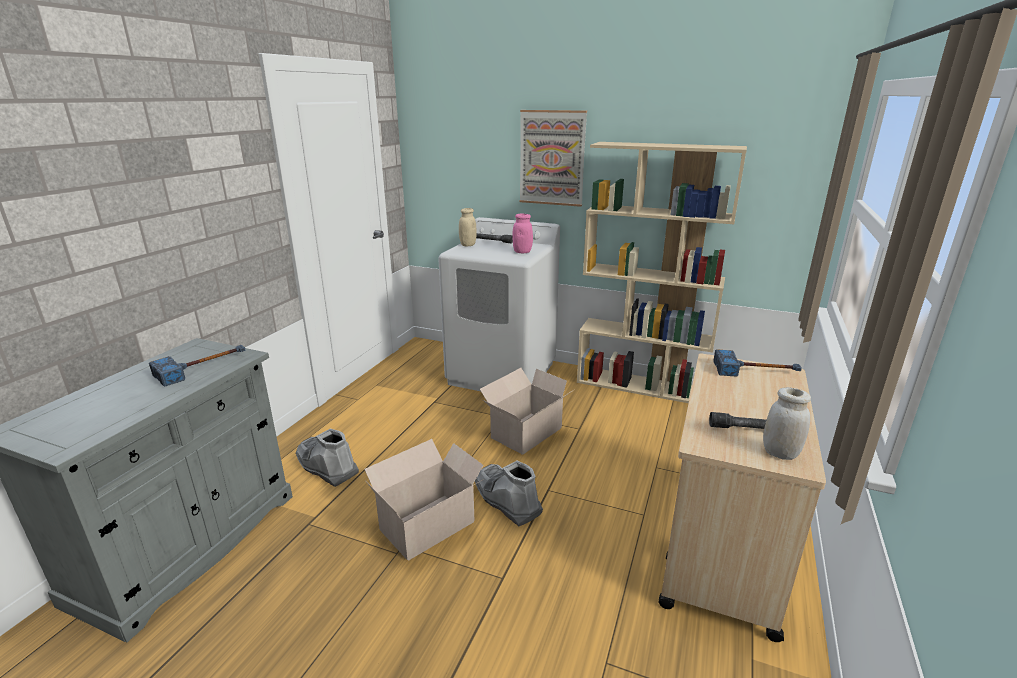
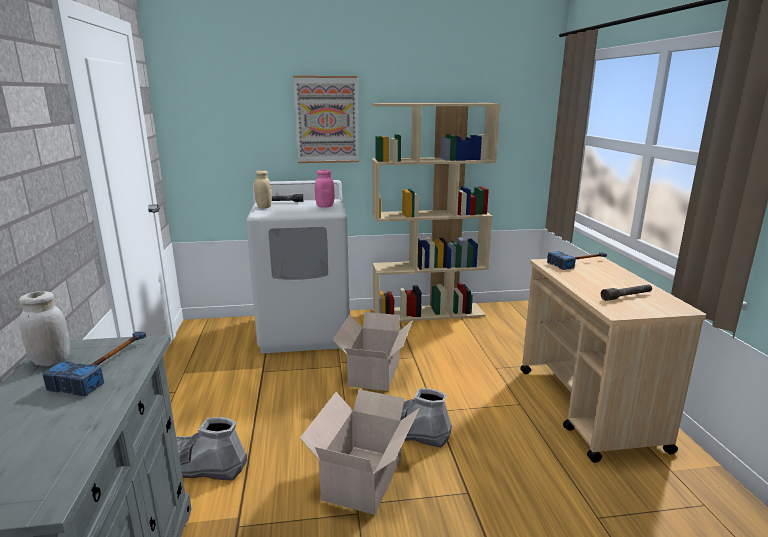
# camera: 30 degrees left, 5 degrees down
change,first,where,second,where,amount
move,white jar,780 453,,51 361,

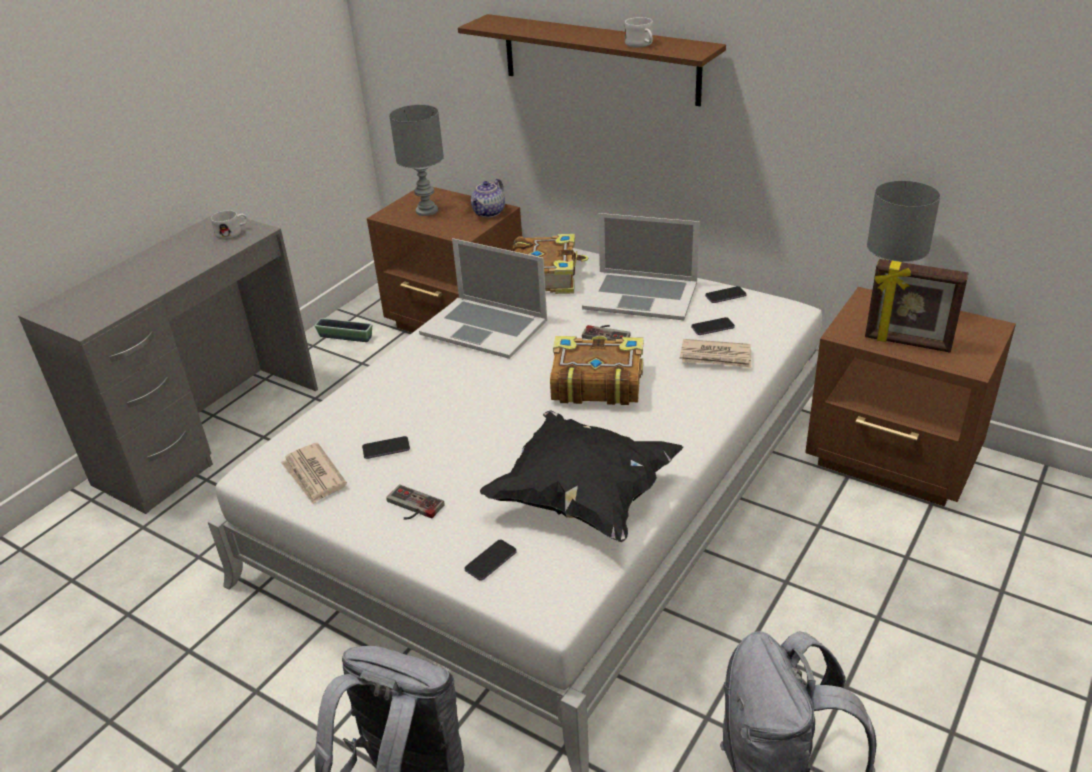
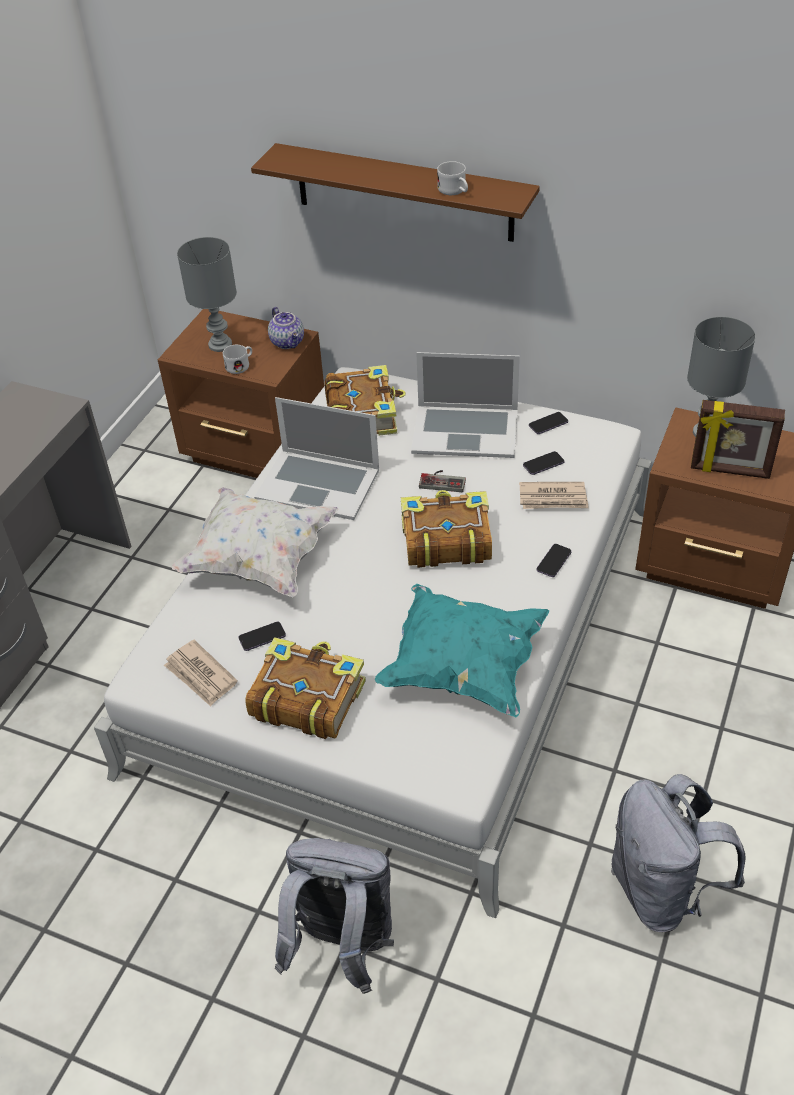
# camera: 10 degrees left, 10 degrees up
change,first,where,second,where,amount
move,white mug,233 233,,240 365,
delete,planter,345 337,,,
replace,game controller,411 507,book,306 698,
move,phone,491 561,,553 561,
rotate,teapot,489 213,,288 342,45 degrees counterclockwise
recolor,black pillow,583 497,turquoise pillow,463 667,
insert,,,white pillow,259 560,

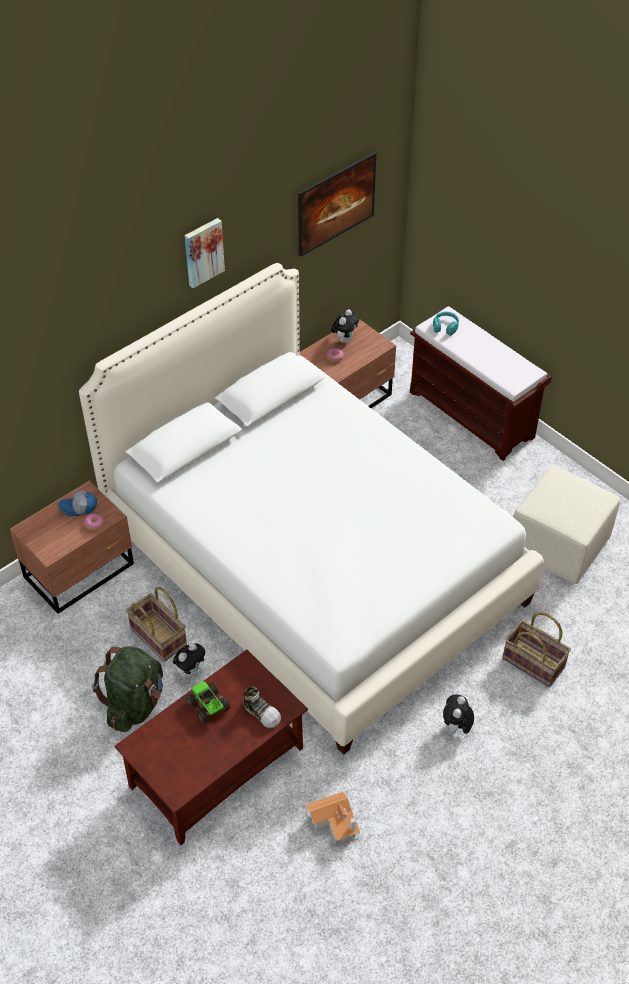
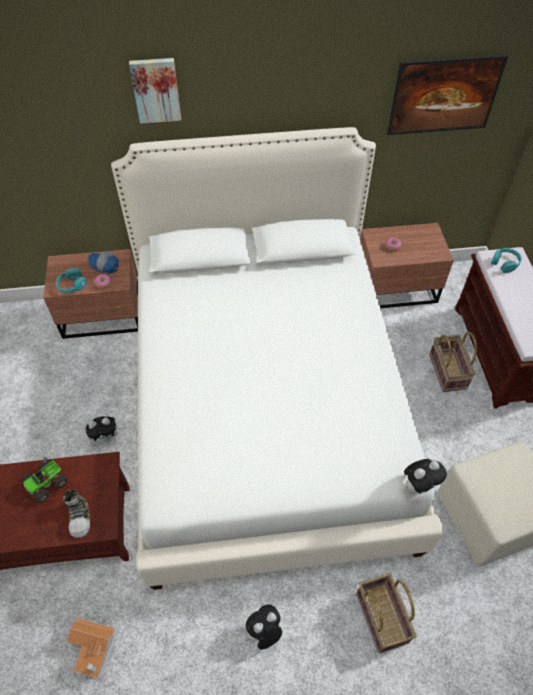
# camera: 35 degrees right, 5 degrees up
change,first,where,second,where,amount
delete,green backpack,135 704,,,
move,basket,159 637,,448 371,
move,picture,203 252,,156 90,
rotate,toy truck,208 707,,47 483,135 degrees counterclockwise
move,plush toy,344 339,,419 486,
insert,,,turquoise headphones,72 285,

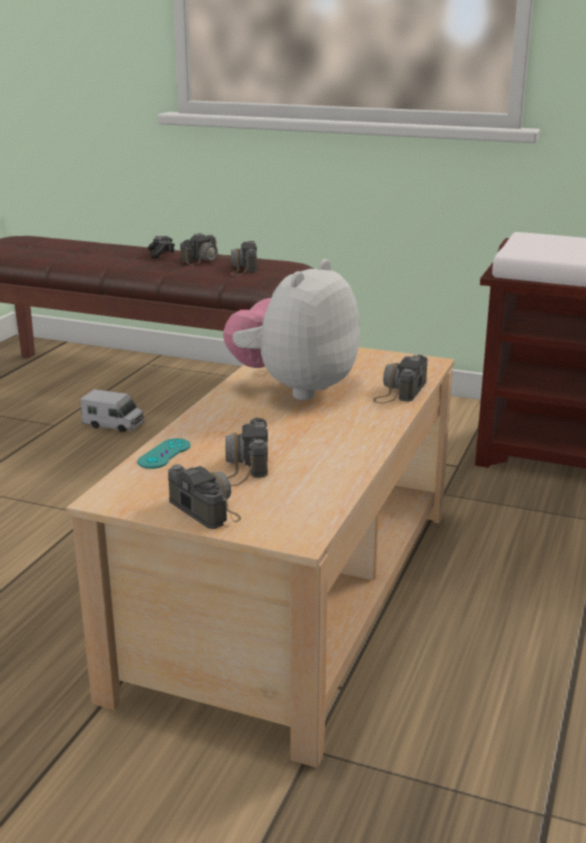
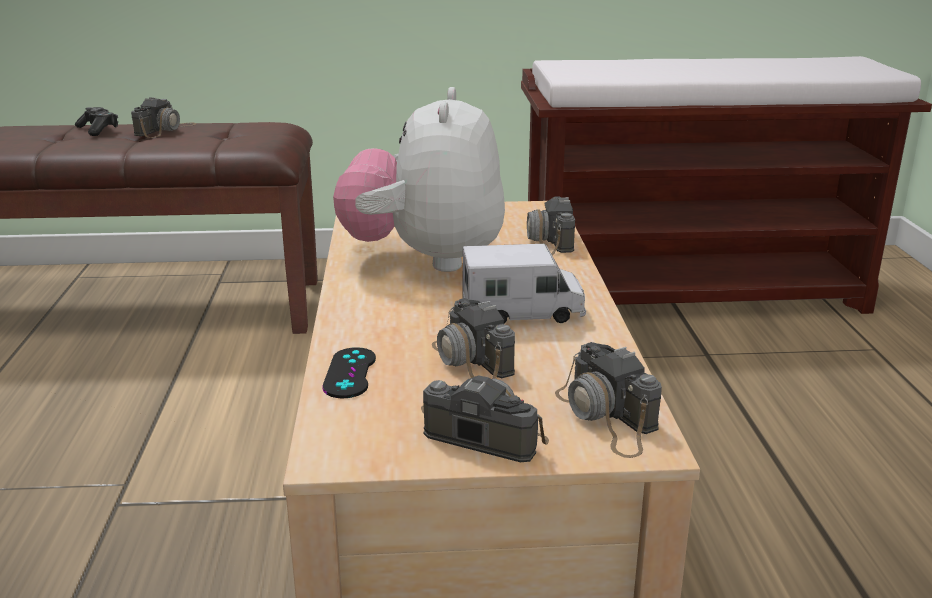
# camera: 25 degrees left, 0 degrees up
change,first,where,second,where,amount
move,toy truck,114 425,,522 313,
recolor,turquoise game controller,164 454,black game controller,350 373,
move,photo camera,243 267,,607 417,

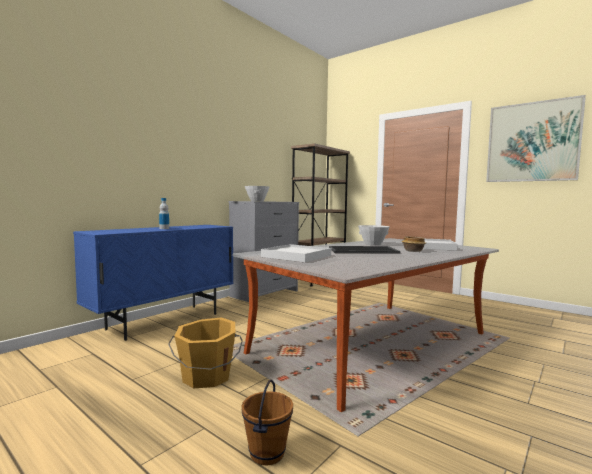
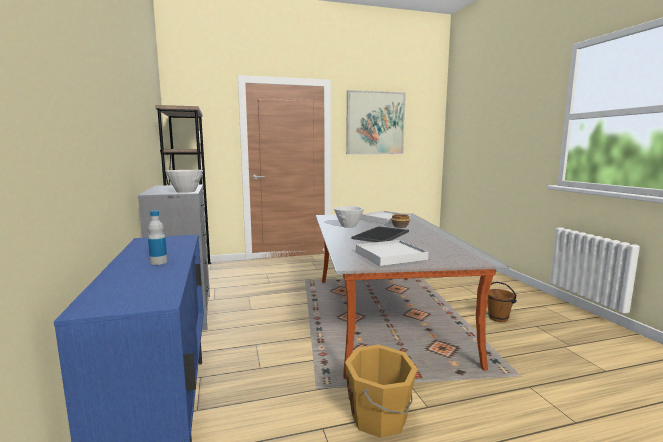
# camera: 55 degrees left, 5 degrees up
change,first,where,second,where,amount
move,brown bucket,267 453,,498 318,

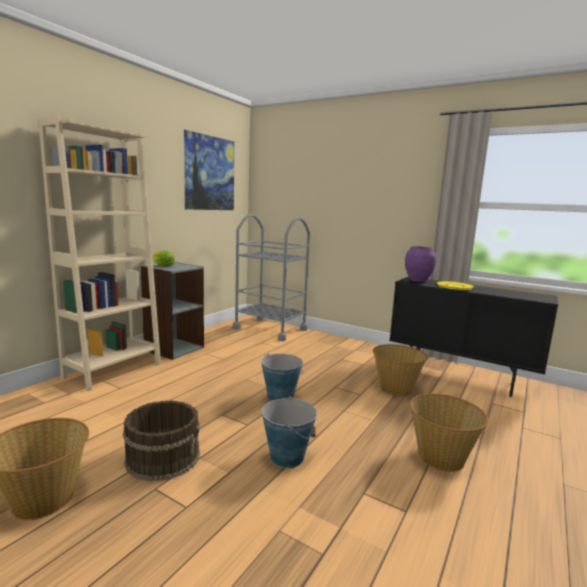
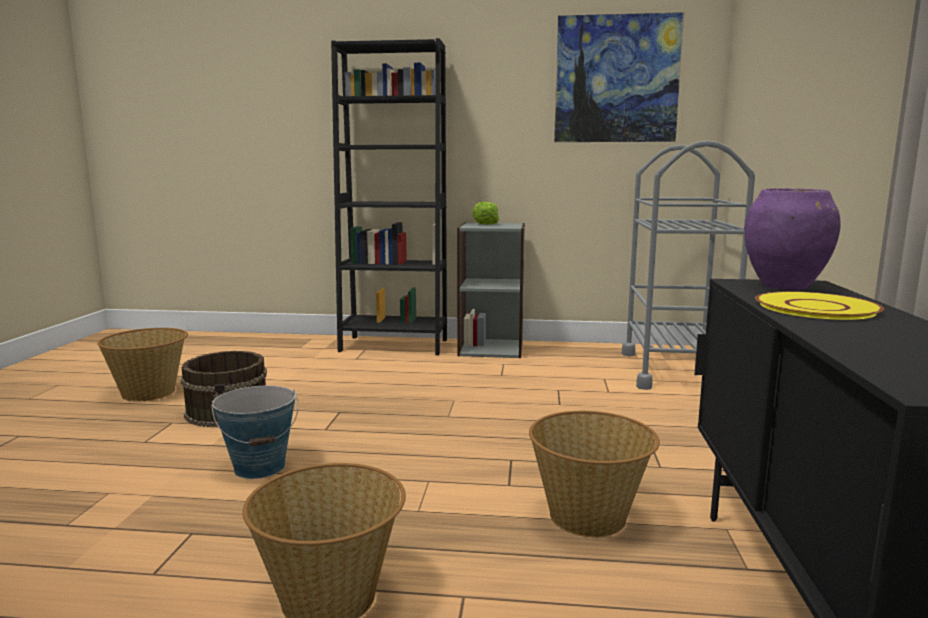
# camera: 65 degrees right, 0 degrees up
change,first,where,second,where,amount
recolor,beige bookcase,113 370,black bookcase,394 345,
delete,bucket,280 397,,,

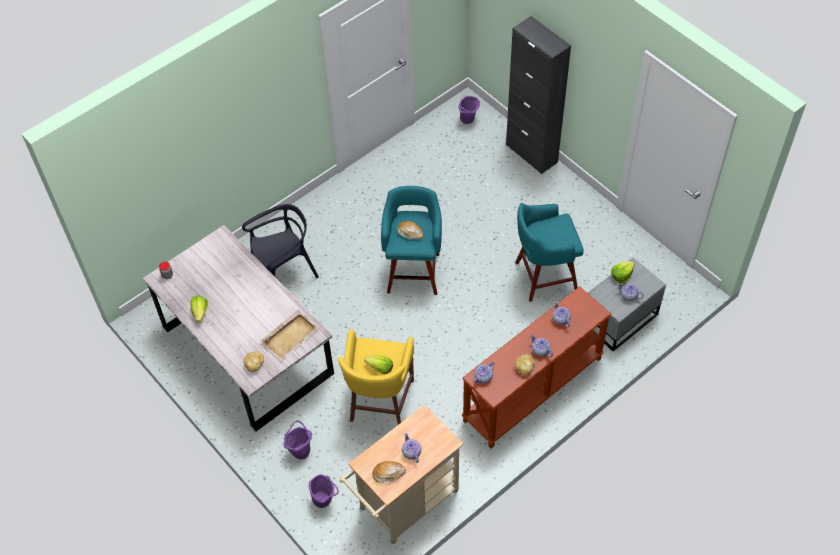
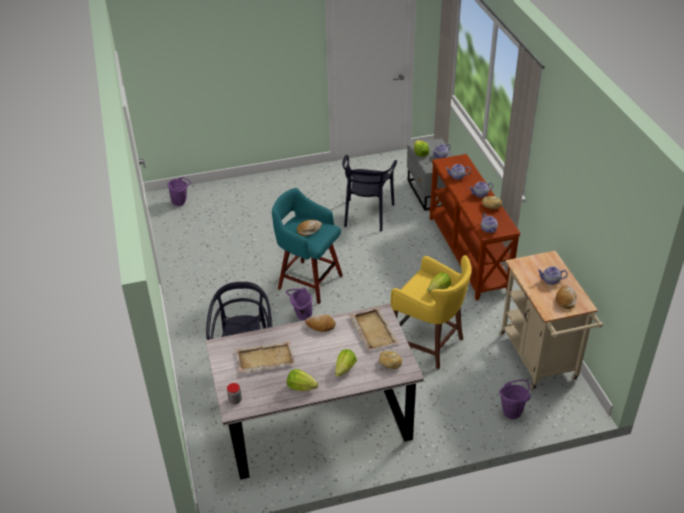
# camera: 65 degrees left, 15 degrees down
change,first,where,second,where,amount
move,purple bucket,300 450,,301 316,
delete,black cabinet,531 153,,,
replace,turquoise stool,543 276,black chair,367 214,
insert,,,beige tray,264 358,
insert,,,bread,320 326,
insert,,,lettuce,345 369,

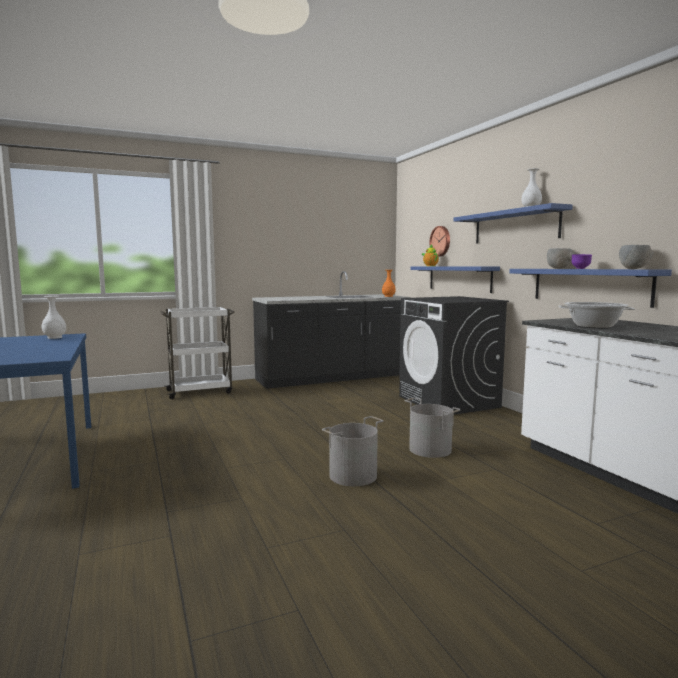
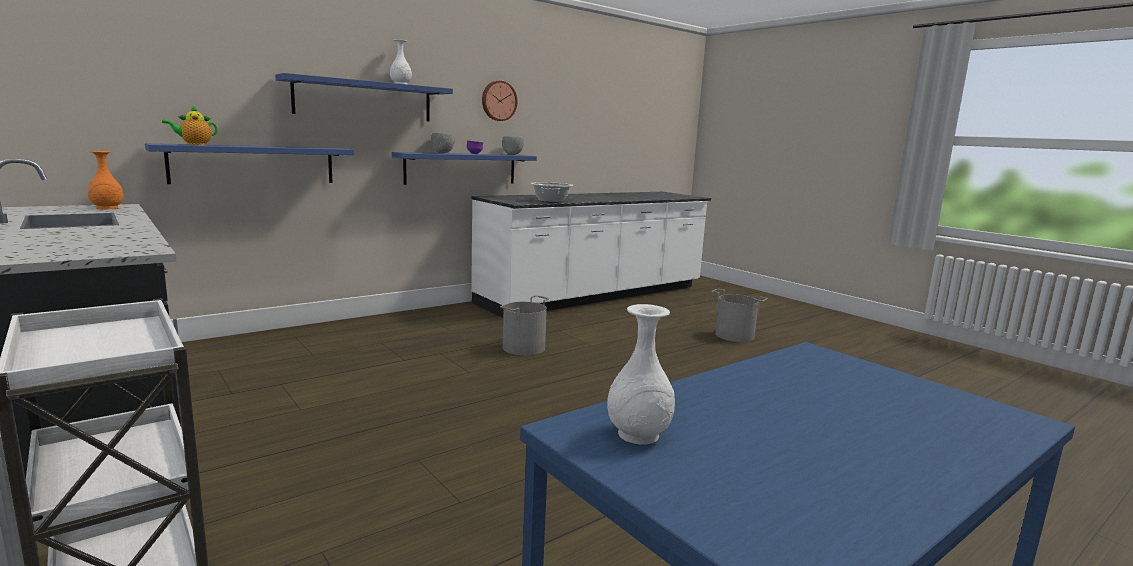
# camera: 105 degrees left, 5 degrees up
change,first,where,second,where,amount
move,grey bucket,353 476,,734 335,
delete,black washing machine,448 402,,,
move,wall clock,441 241,,498 101,

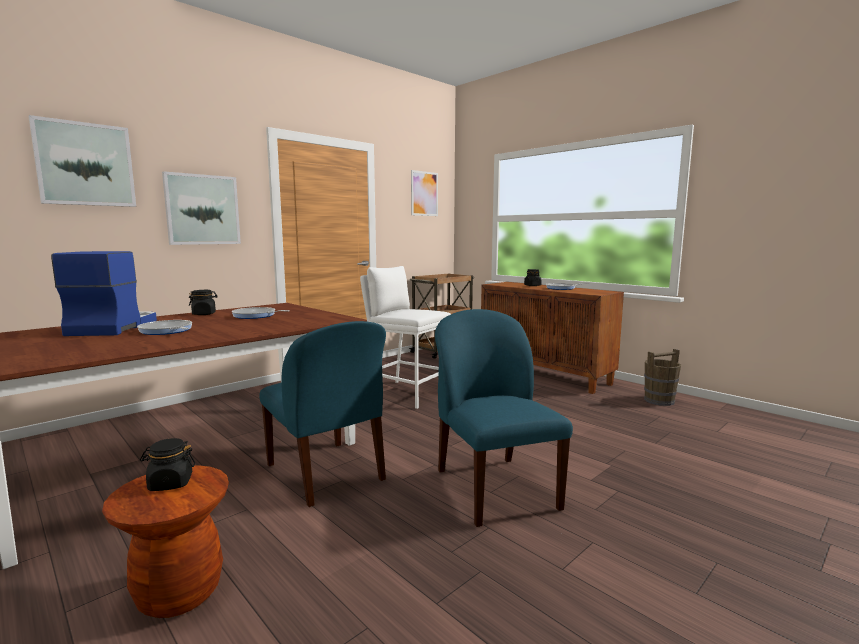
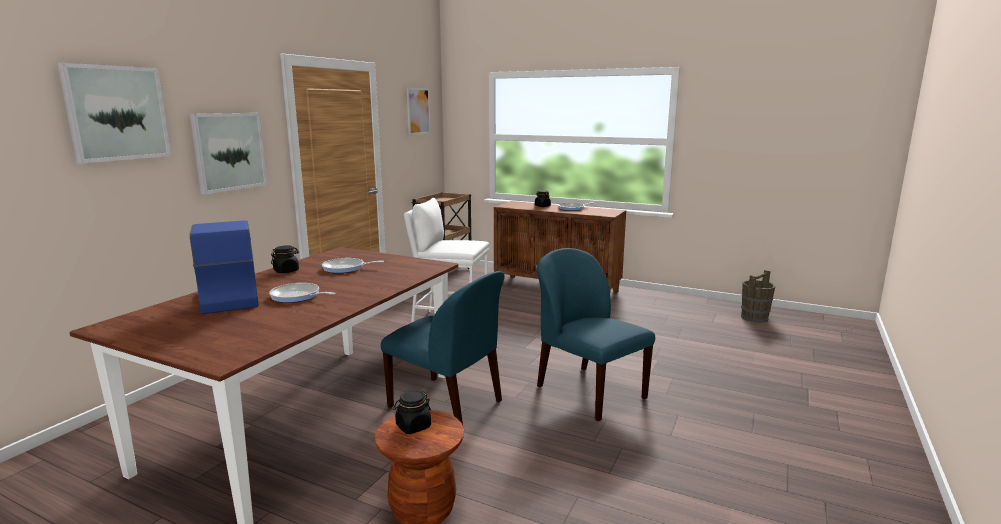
# camera: 20 degrees left, 5 degrees up
change,first,where,second,where,amount
move,brown bucket,659 400,,754 317,

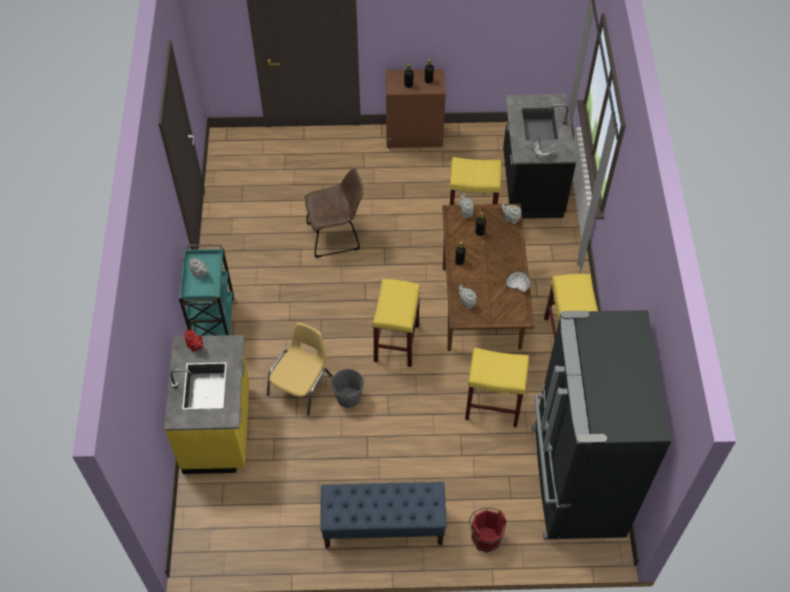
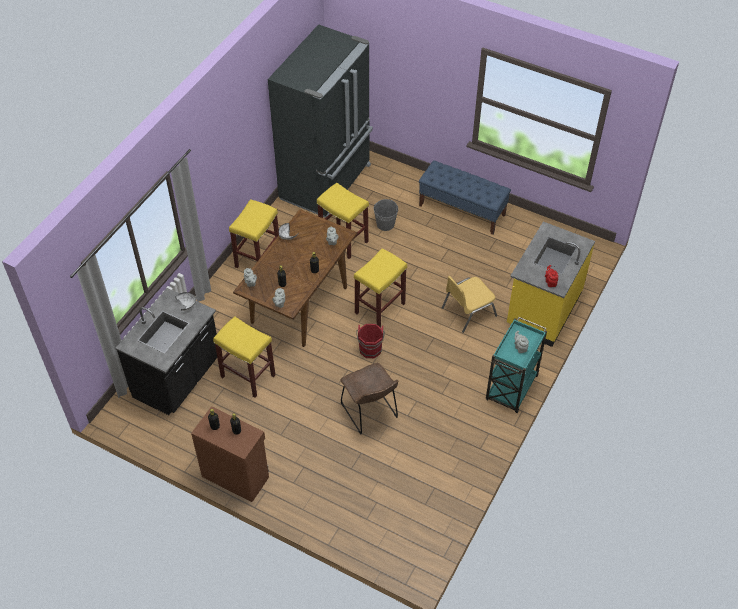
# camera: 150 degrees left, 5 degrees down
change,first,where,second,where,amount
rotate,brown chair,336 236,,370 413,135 degrees counterclockwise
move,grey bucket,348 397,,385 224,
move,red bucket,484 536,,370 351,

